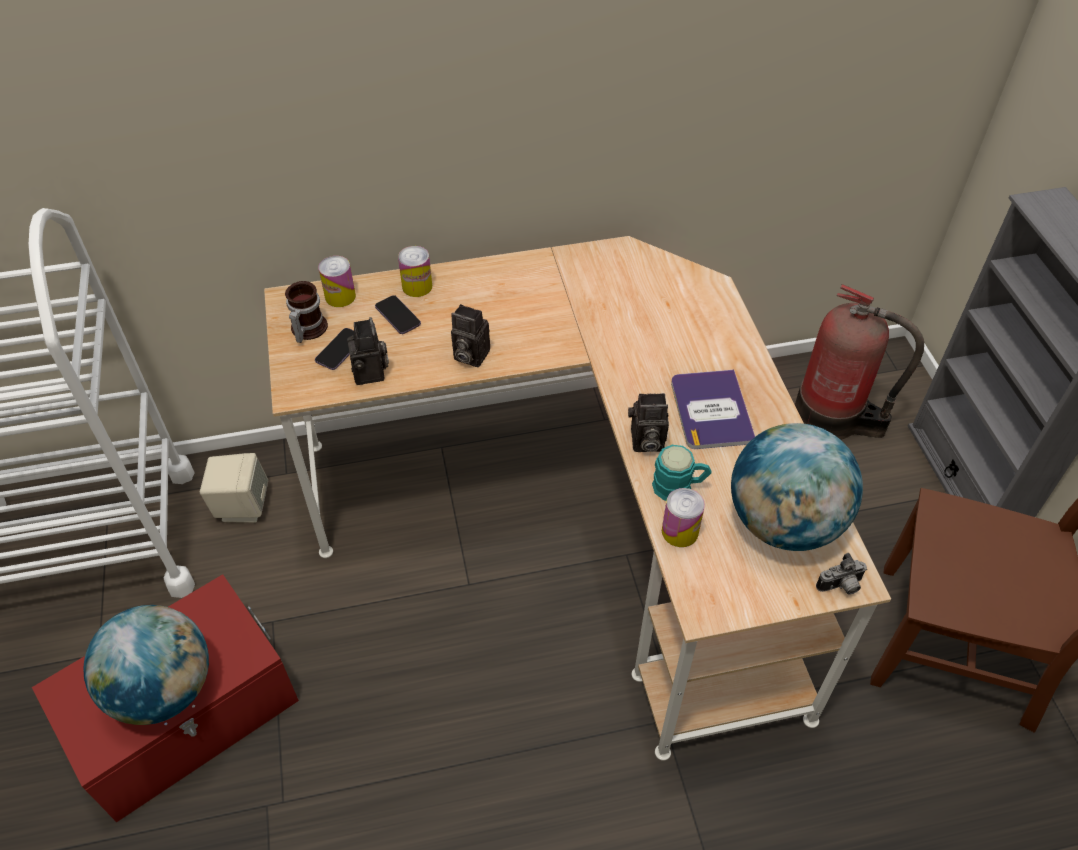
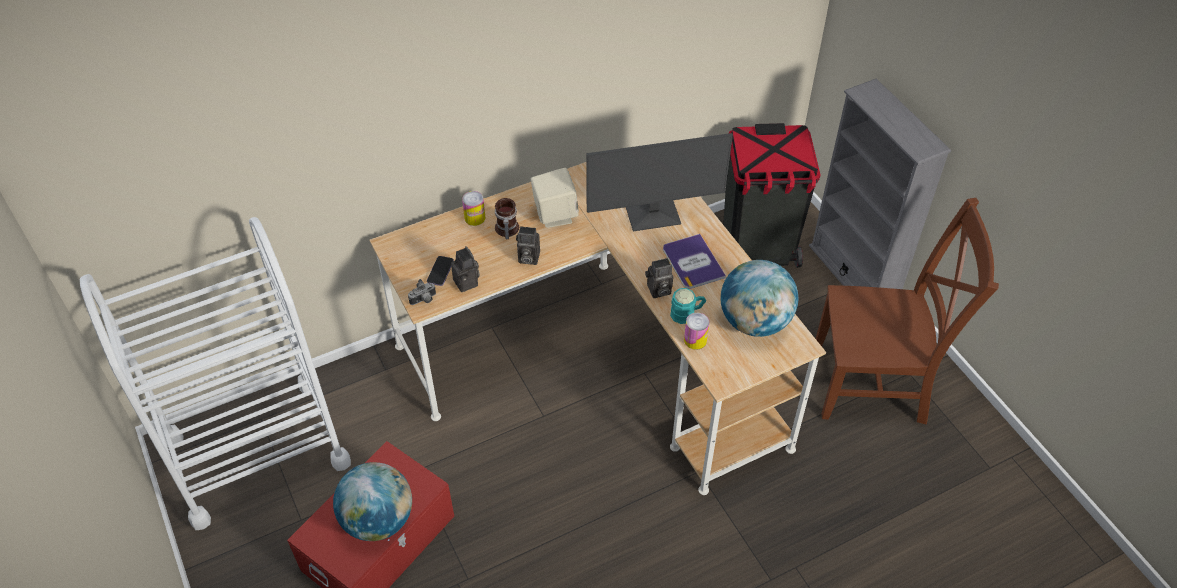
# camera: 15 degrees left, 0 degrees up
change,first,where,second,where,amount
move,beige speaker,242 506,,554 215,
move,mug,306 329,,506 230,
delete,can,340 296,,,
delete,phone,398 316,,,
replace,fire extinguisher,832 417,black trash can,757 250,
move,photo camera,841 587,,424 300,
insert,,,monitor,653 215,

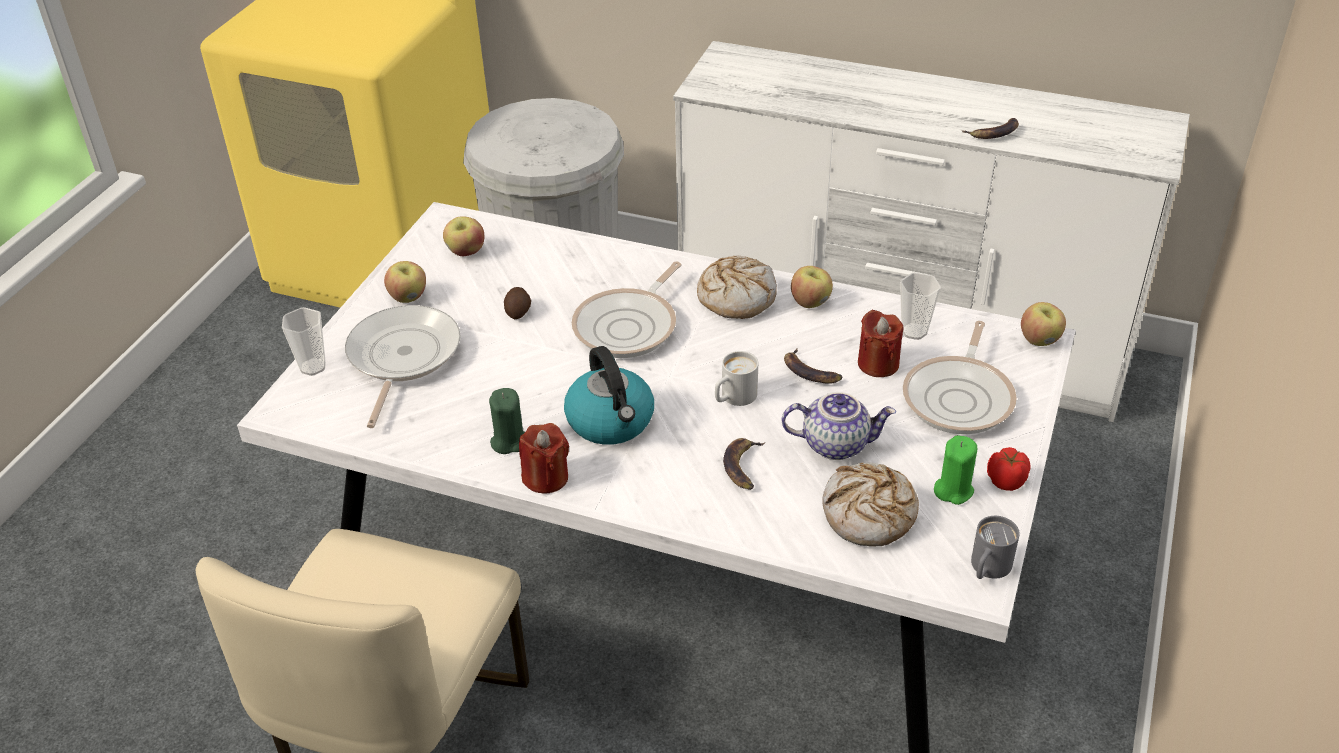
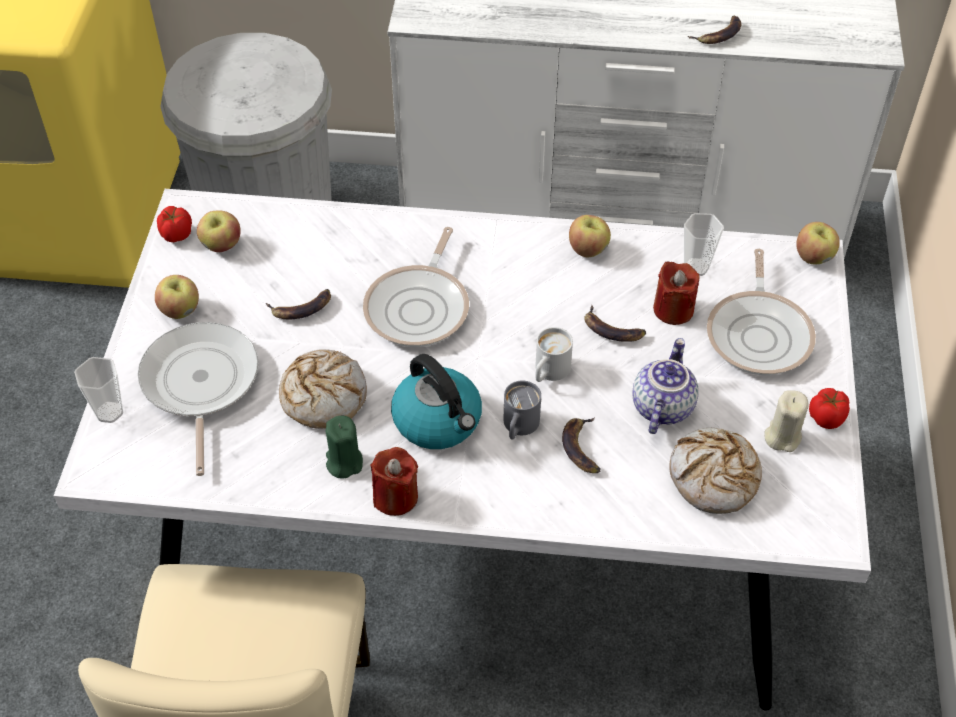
# camera: 15 degrees left, 10 degrees up
change,first,where,second,where,amount
replace,potato,518 311,banana,301 308,
move,bread,736 297,,323 396,
rotate,teapot,836 444,,661 406,60 degrees counterclockwise
recolor,green candle,953 490,beige candle,782 436,
move,grey mug,987 569,,518 427,
insert,,,tomato,176 235,

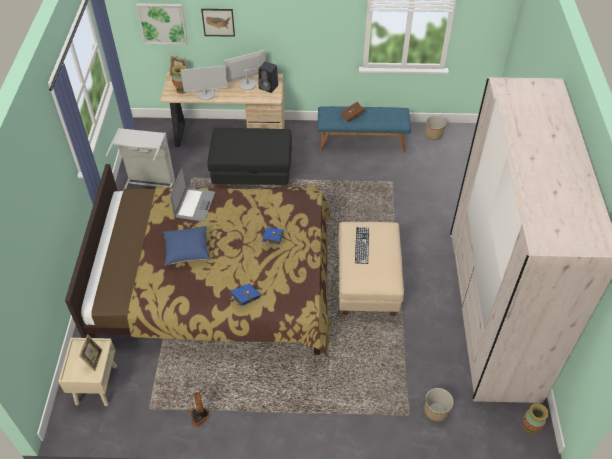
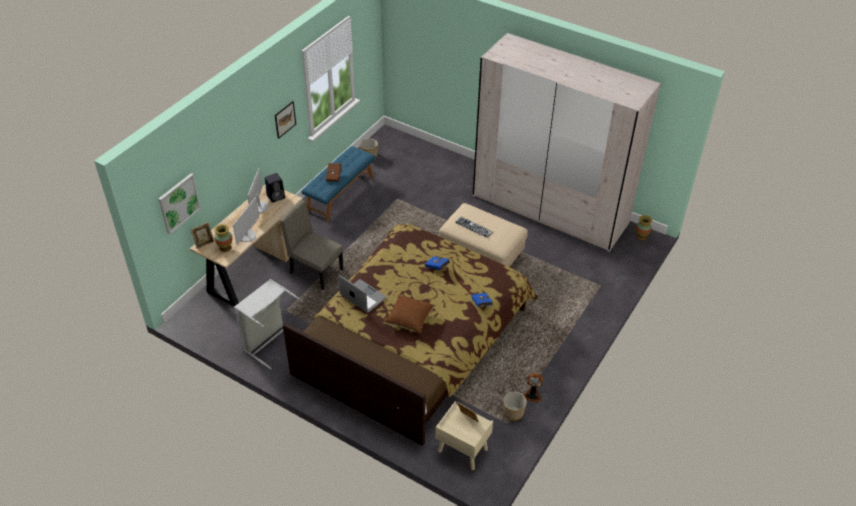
# camera: 60 degrees left, 5 degrees down
change,first,where,second,where,amount
recolor,blue pillow,187 251,brown pillow,409 319,
move,picture,218 22,,285 119,
replace,black ottoman,252 173,beige chair,316 271,
move,planter,436 411,,513 413,

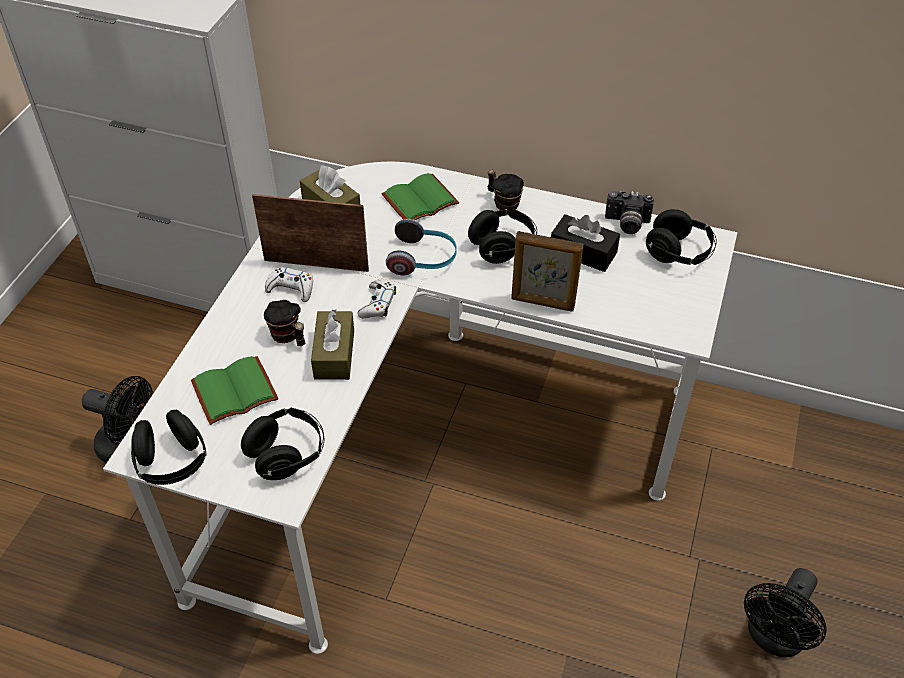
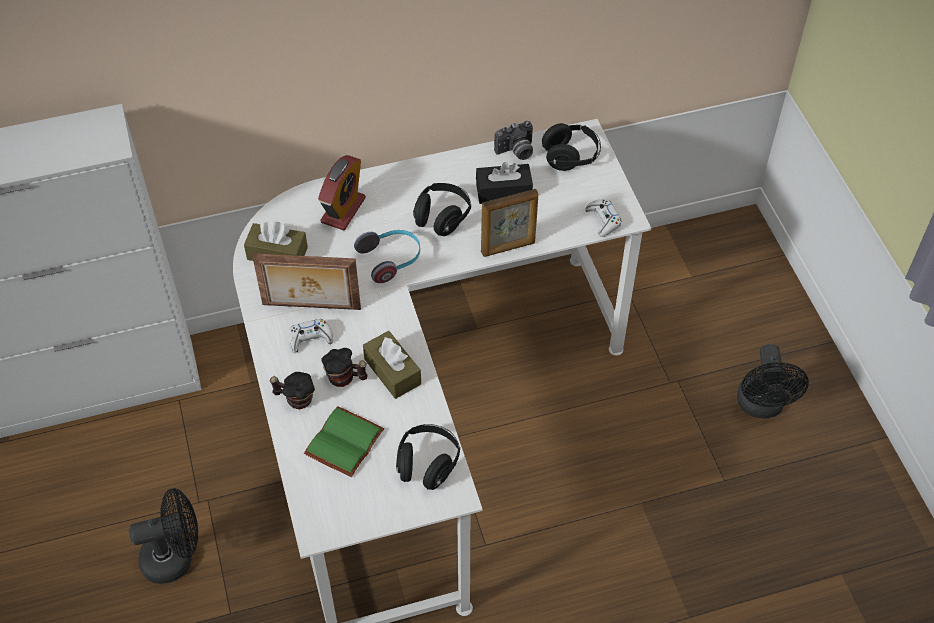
# camera: 35 degrees left, 5 degrees up
change,first,where,second,where,amount
delete,black headphones,172 462,,,
rotate,picture frame,316 264,,311 308,150 degrees counterclockwise
move,white game controller,377 304,,603 220,
replace,green book,420 199,alarm clock,343 210,
move,mug,503 203,,295 399,

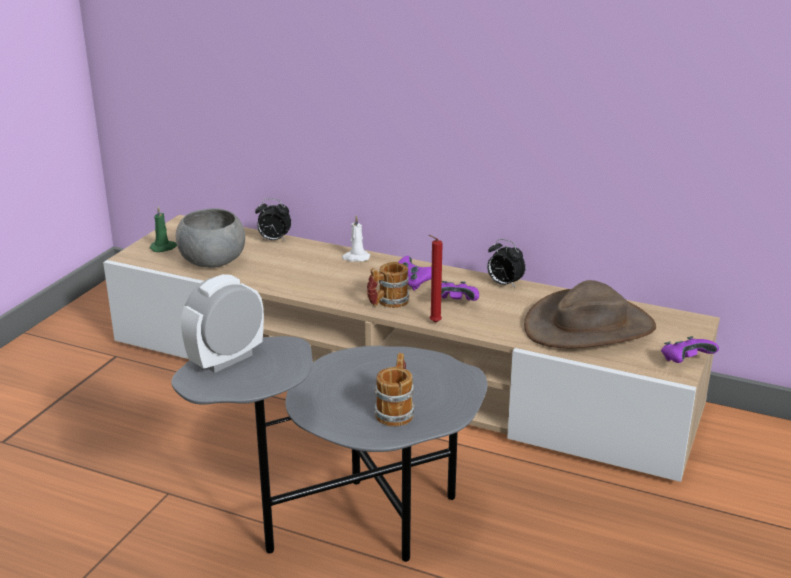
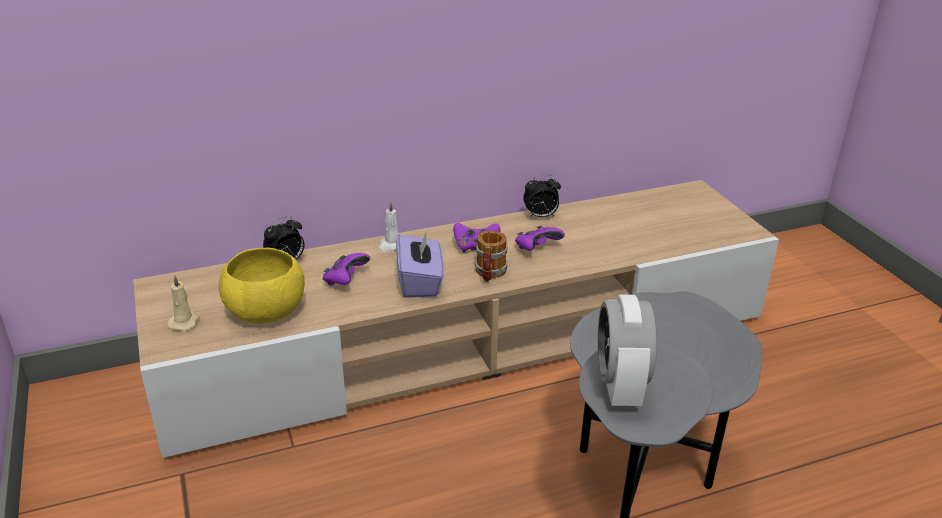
# camera: 45 degrees left, 5 degrees up
change,first,where,second,where,amount
recolor,green candle,164 247,beige candle,185 322,
recolor,grey bowl,212 261,yellow bowl,265 311,
delete,mug,396 410,,,
delete,red candle,433 323,,,
delete,brown hat,589 326,,,
move,purple game controller,685 361,,345 280,
insert,,,purple tissue box,420 282,

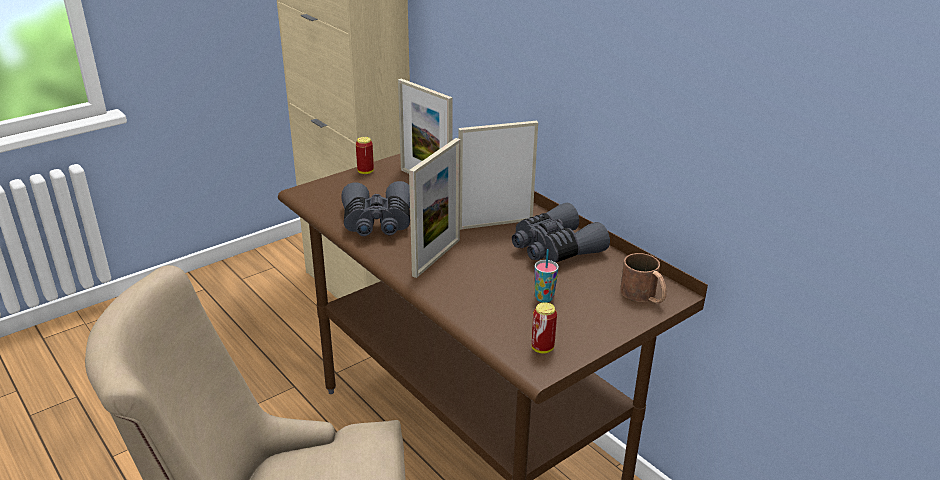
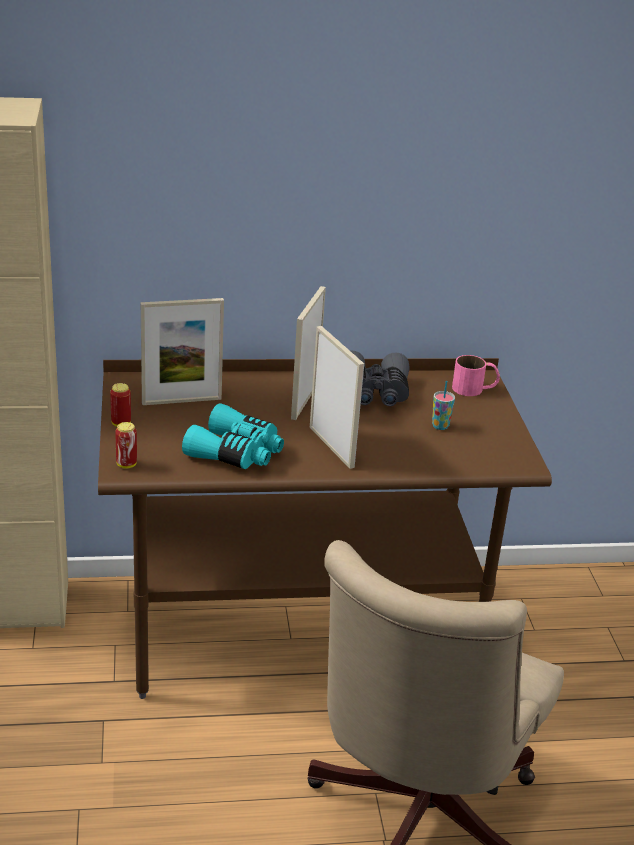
# camera: 60 degrees left, 0 degrees up
change,first,where,second,where,amount
recolor,grey binoculars,377 223,turquoise binoculars,236 453,
move,can,542 348,,126 464,
recolor,brown mug,644 296,pink mug,475 389,

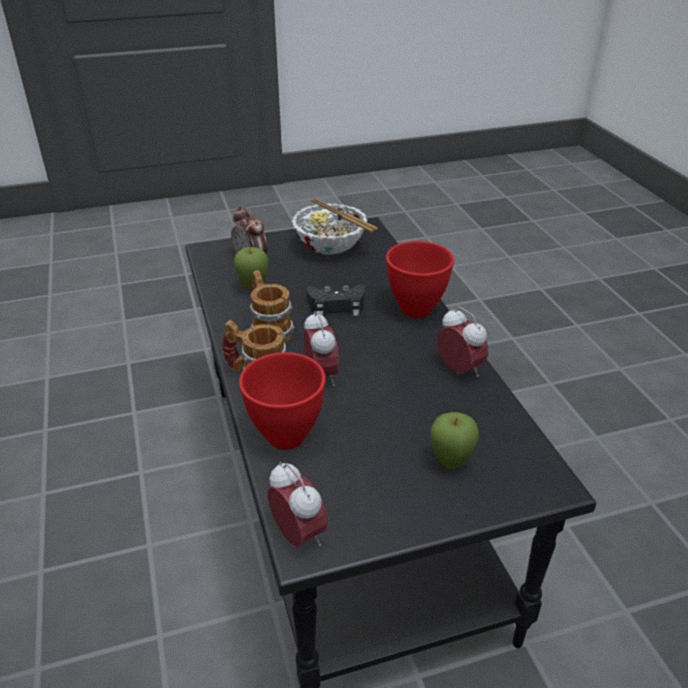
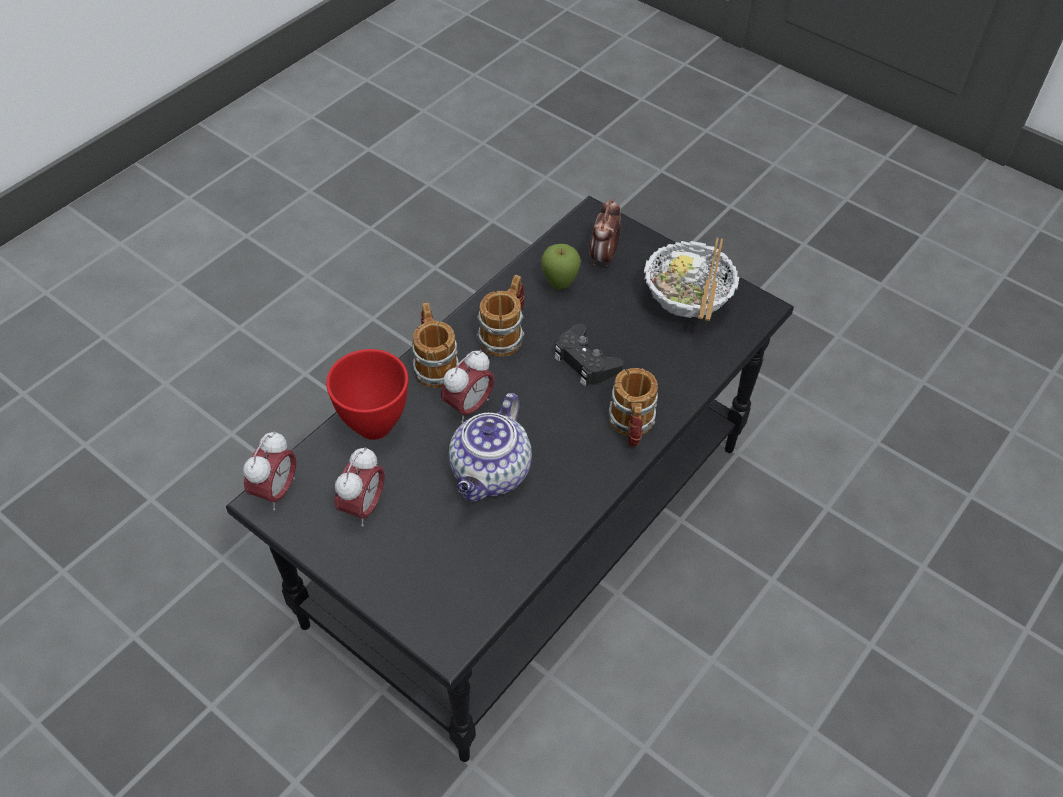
# camera: 55 degrees right, 15 degrees up
change,first,where,second,where,amount
replace,red bowl,416 311,mug,631 427,
delete,apple,450 463,,,
move,alarm clock,459 370,,363 507,
insert,,,teapot,490 474,

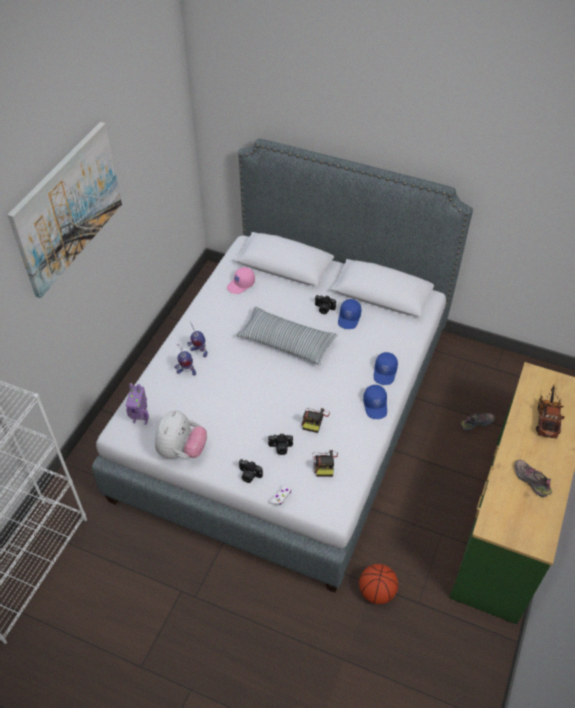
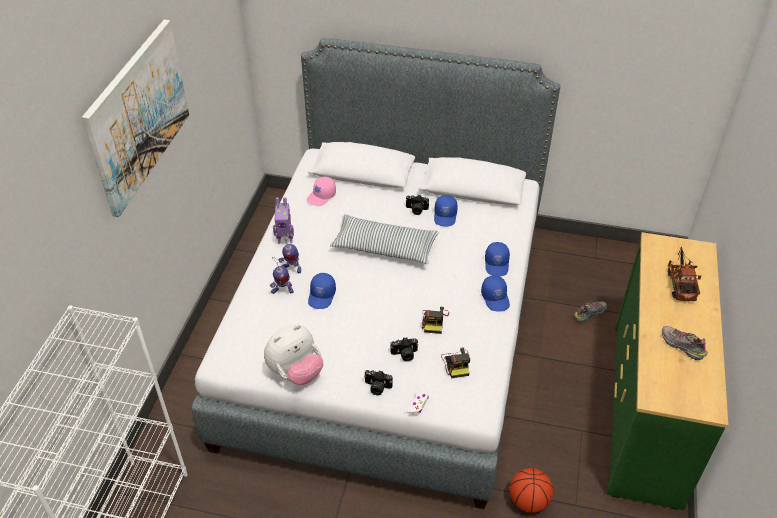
# camera: 10 degrees left, 5 degrees down
change,first,where,second,where,amount
move,toy robot,141 419,,285 239,
rotate,plush toy,181 450,,296 372,45 degrees clockwise
insert,,,blue cap,322 296,

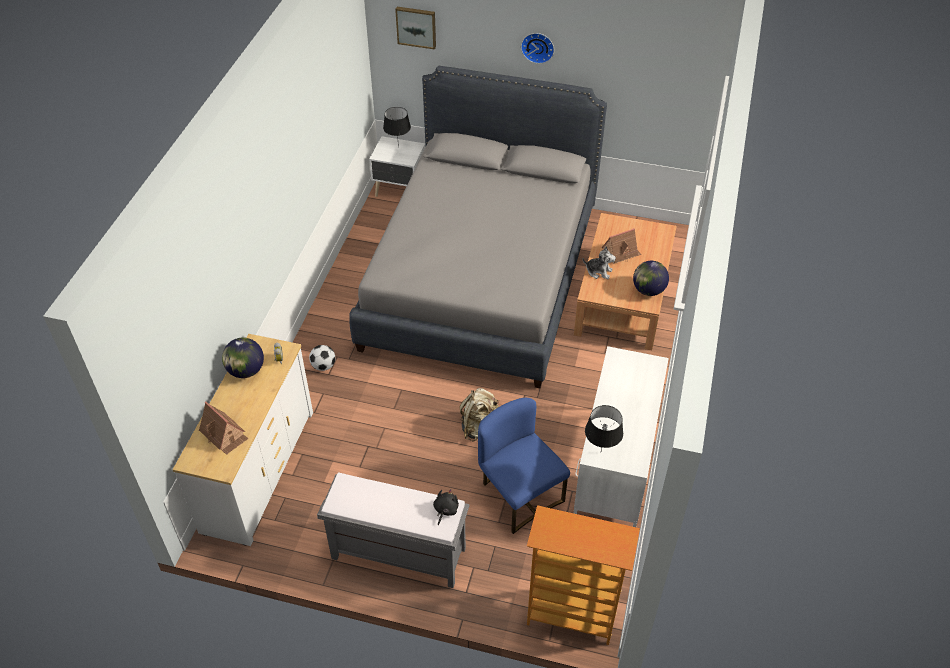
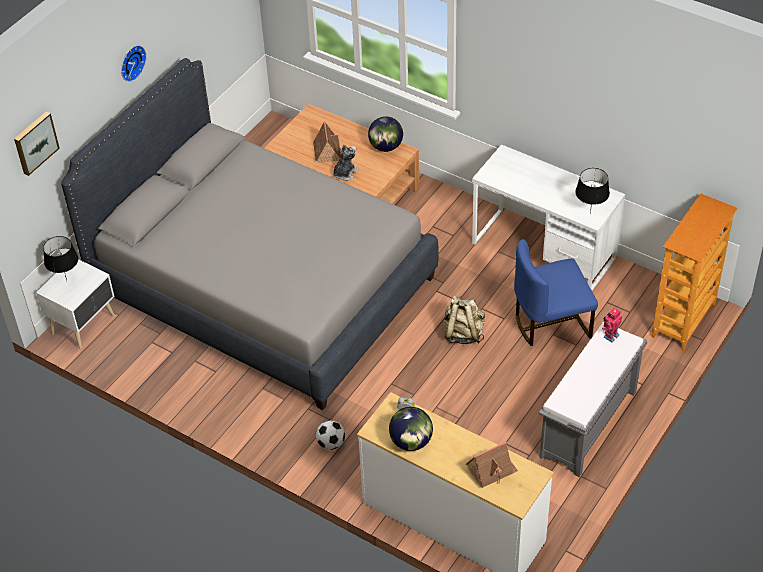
# camera: 70 degrees left, 0 degrees up
change,first,where,second,where,amount
replace,black plush toy,445 510,toy robot,610 336,

